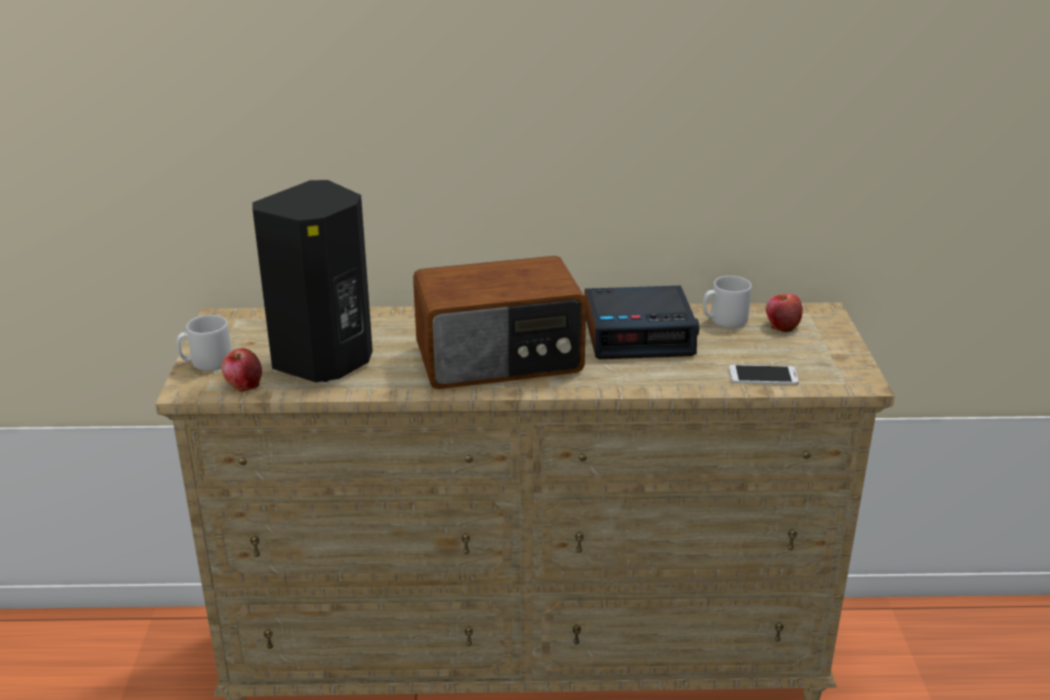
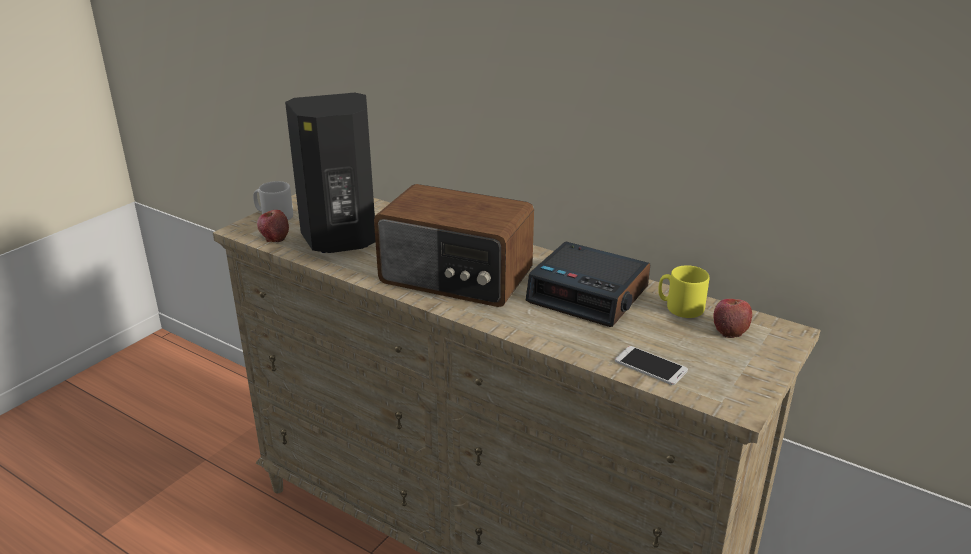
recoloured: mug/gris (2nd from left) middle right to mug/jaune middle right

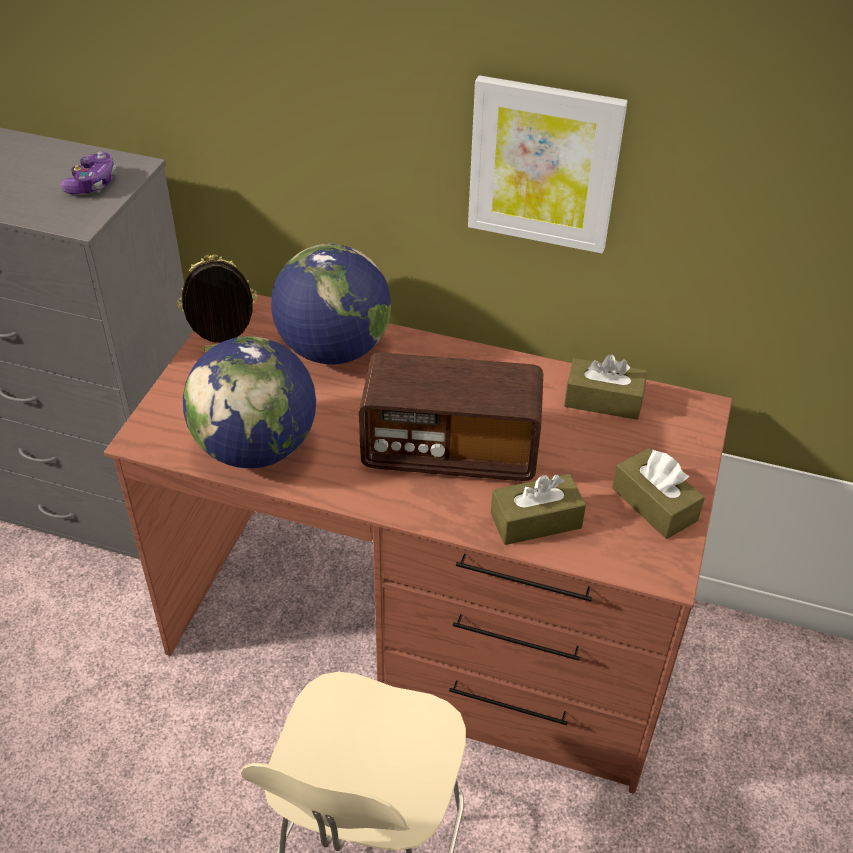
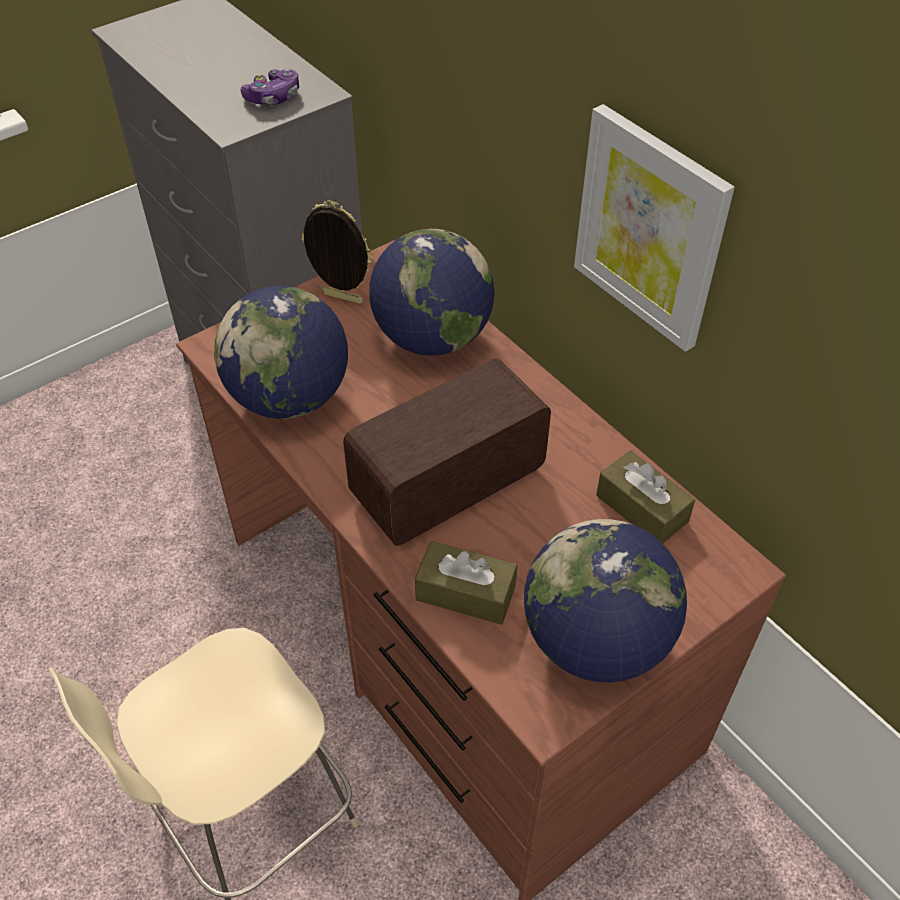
replaced: boîte à mouchoirs/marron (3rd from left) middle right to globe (3rd from left) bottom right
turned: radio centre = centre 105 degrees clockwise

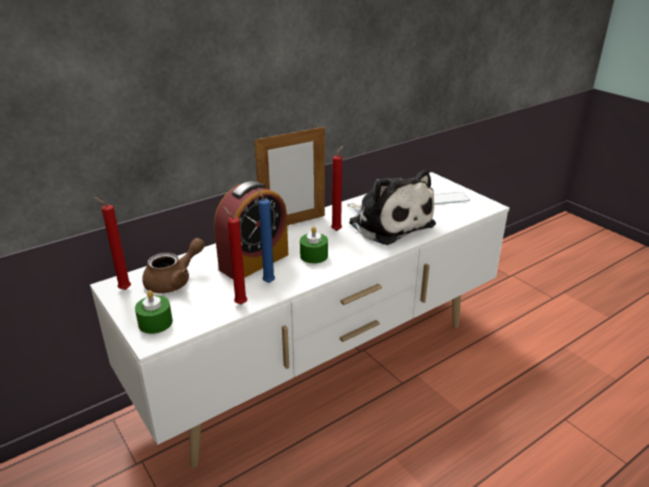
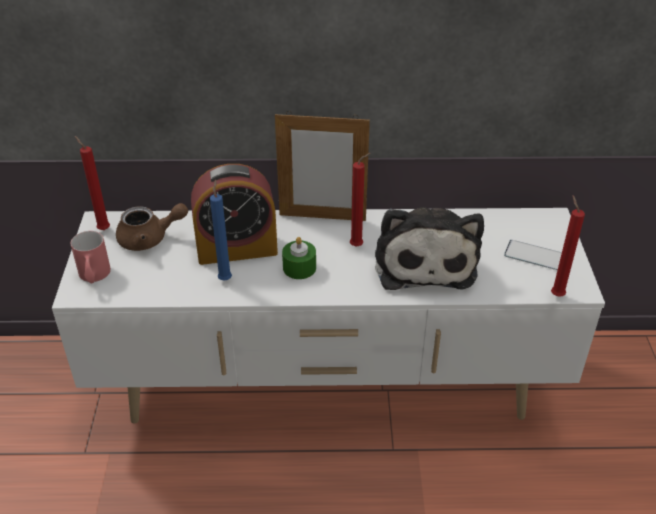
moved: bougie/rouge (2nd from left in the first image) centre to bougie/rouge (3rd from left) middle right
replaced: bougie/vert (1st from left) middle left to mug/rouge middle left

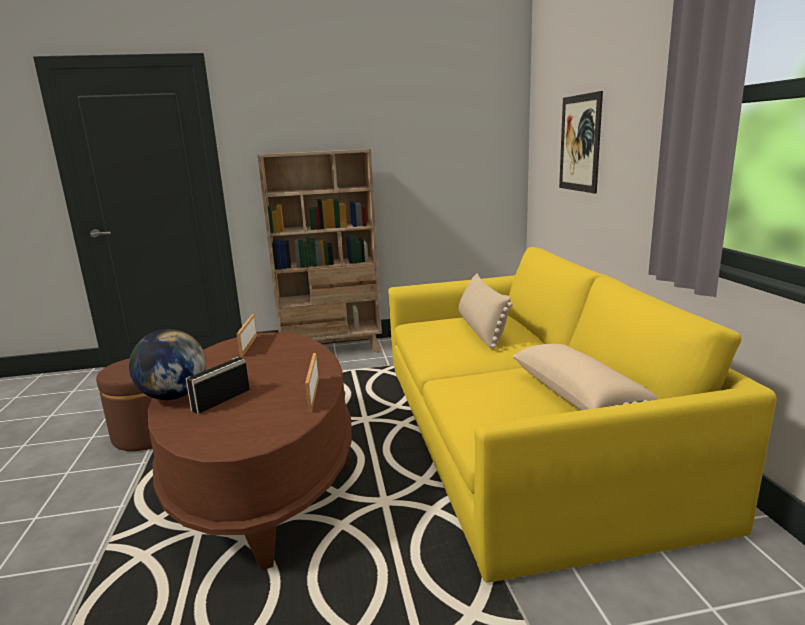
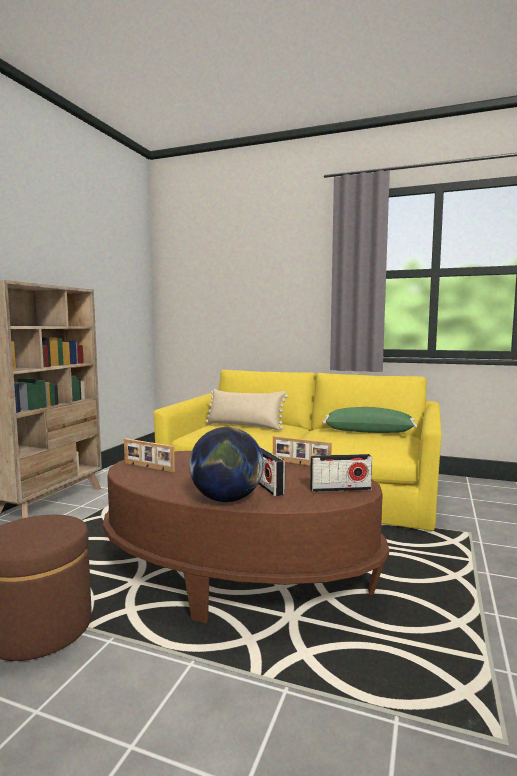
removed: tableau top right
added: radio (2nd from left) centre
recoloured: coussin/beige (2nd from left) middle right to coussin/vert middle right

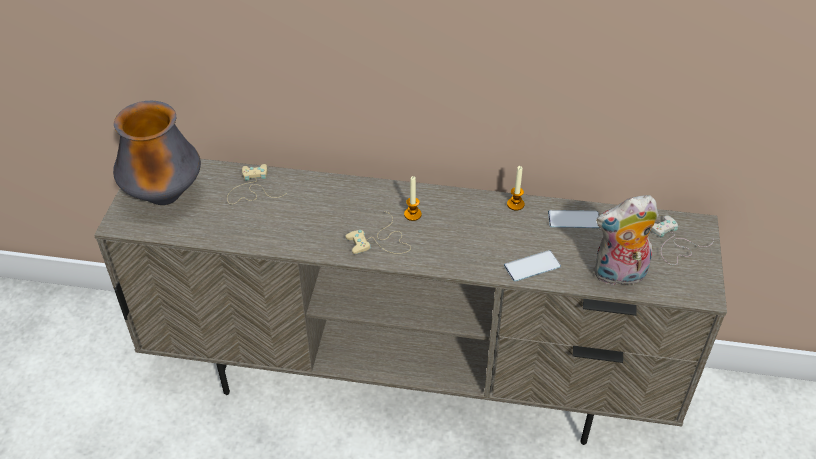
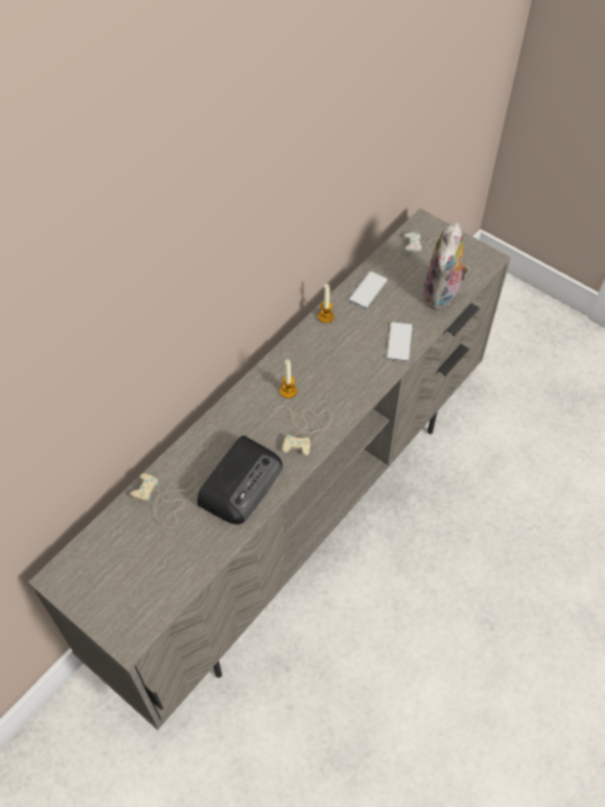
removed: vase middle left
added: radio centre

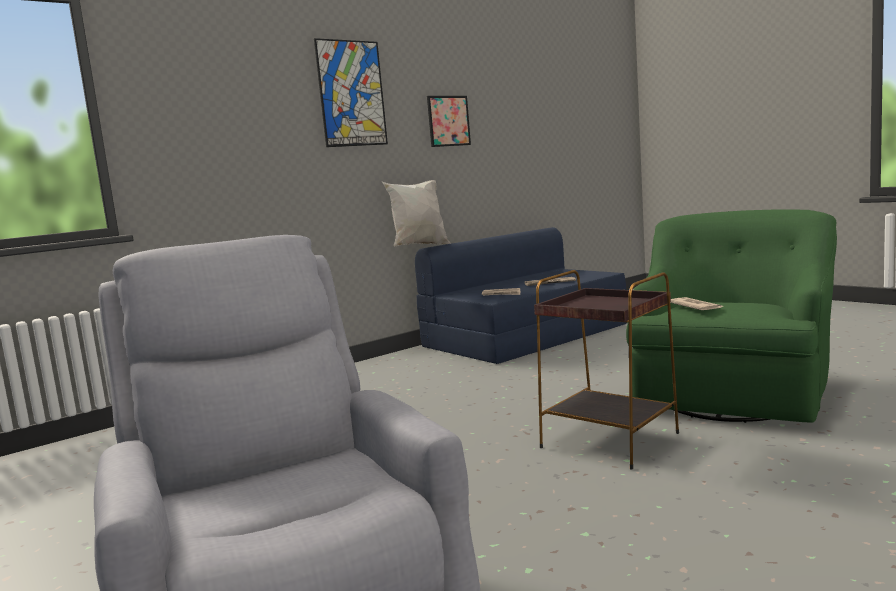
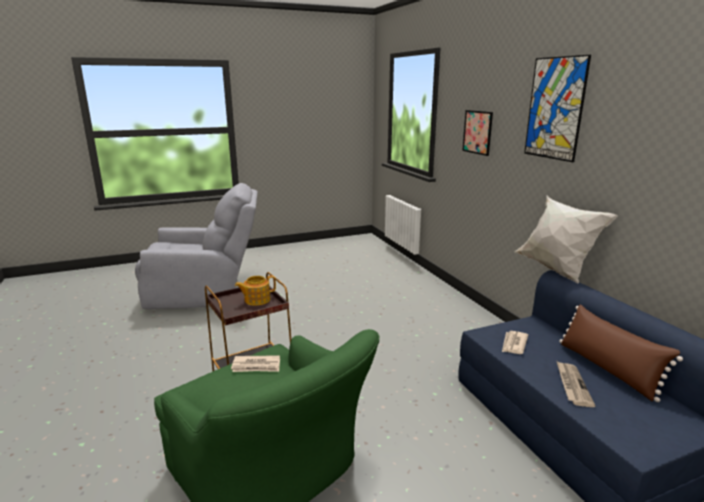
added: théière centre; coussin/marron bottom right
moved: tableau (2nd from left in the first image) top centre to tableau (1st from left) top right

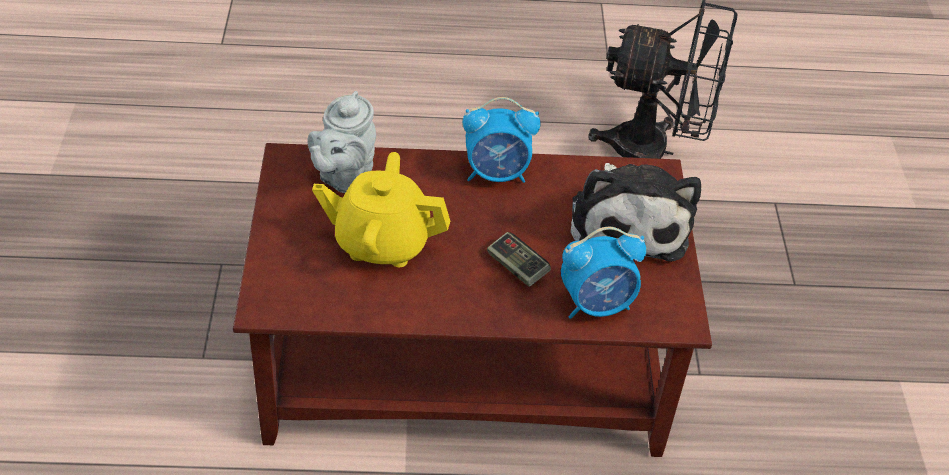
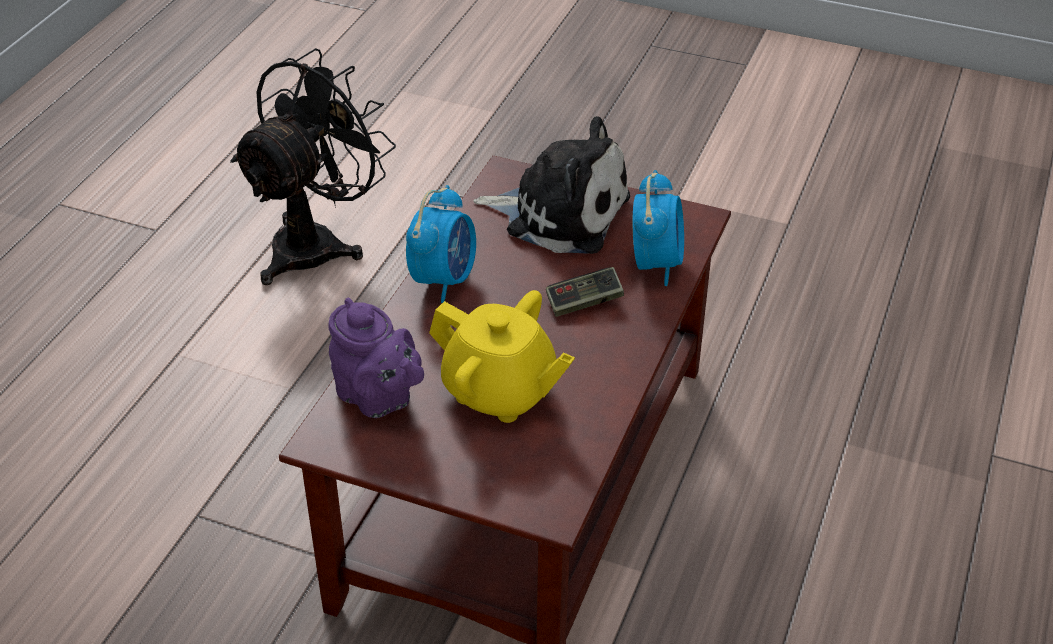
recoloured: théière/gris top centre to théière/violet centre
turned: théière/jaune centre = centre 90 degrees counterclockwise

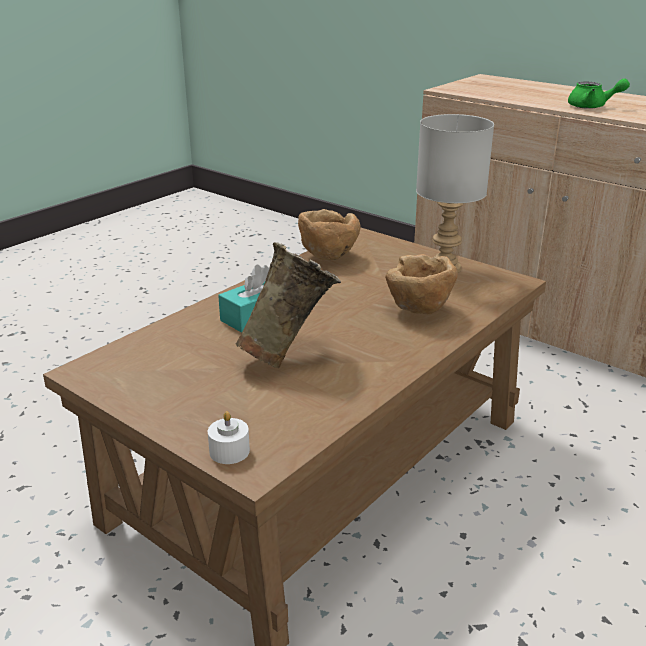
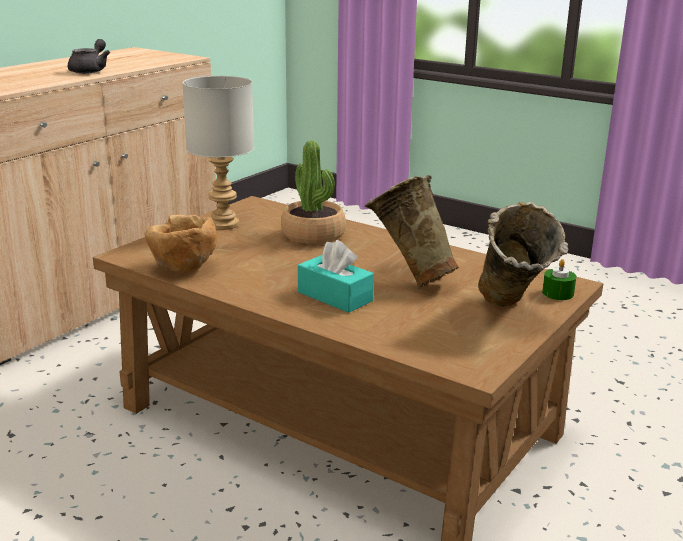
added: vase/beige (2nd from left) middle right
replaced: bol/marron (2nd from left) centre to plante en pot centre
recoloured: théière/vert top right to théière/gris top left; bougie/blanc bottom centre to bougie/vert middle right

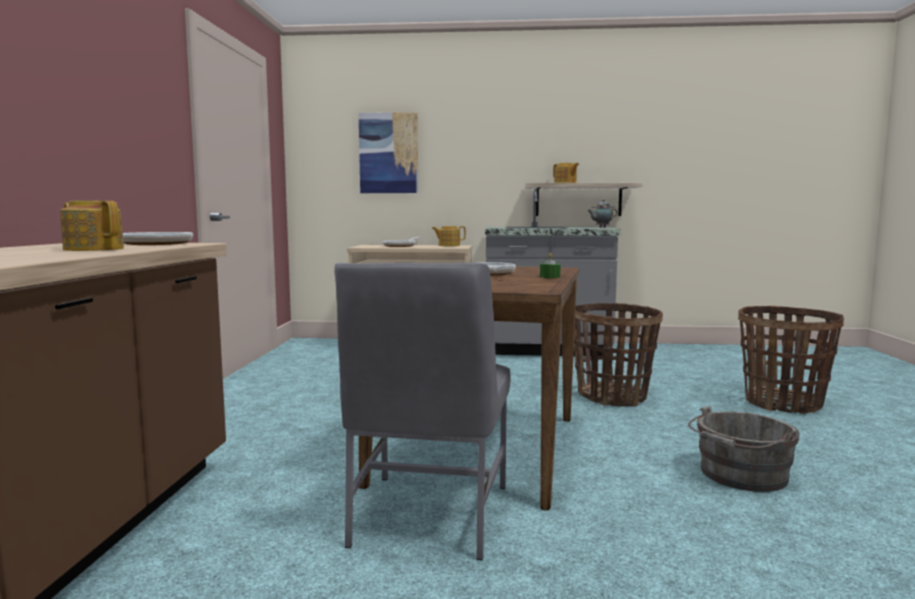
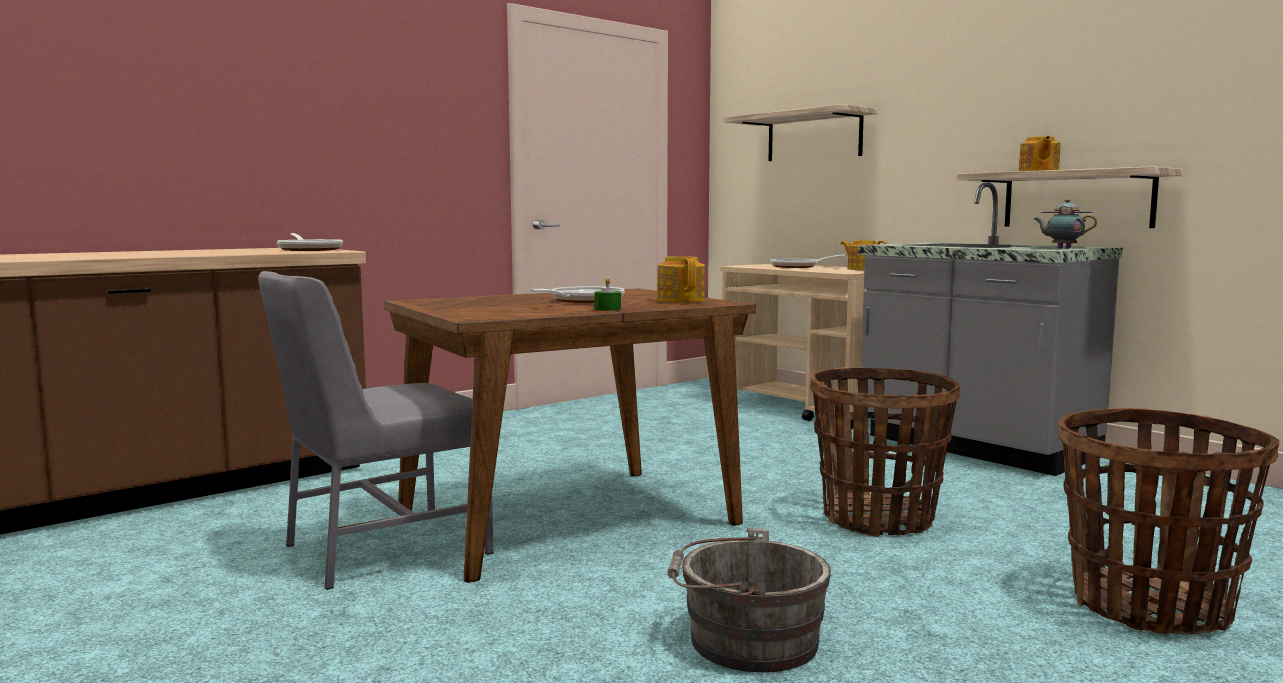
moved: théière (1st from left) middle left to centre
replaced: tableau top centre to étagère (1st from left) top centre

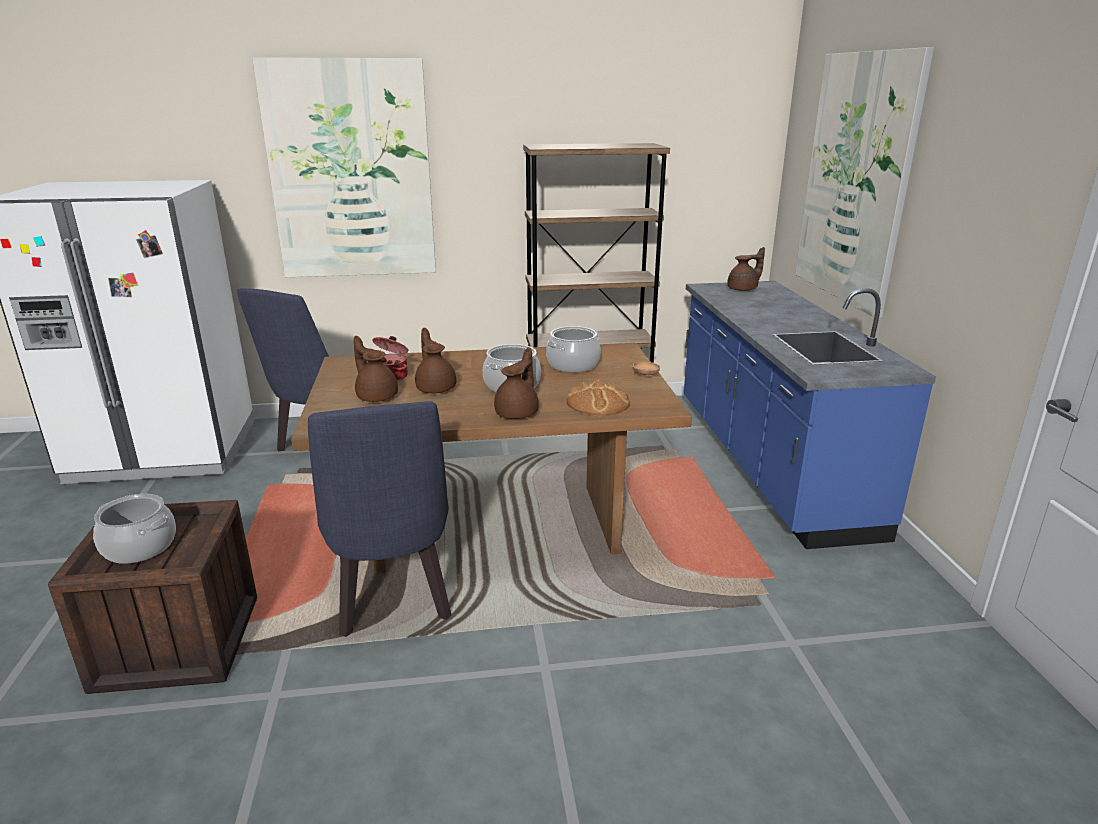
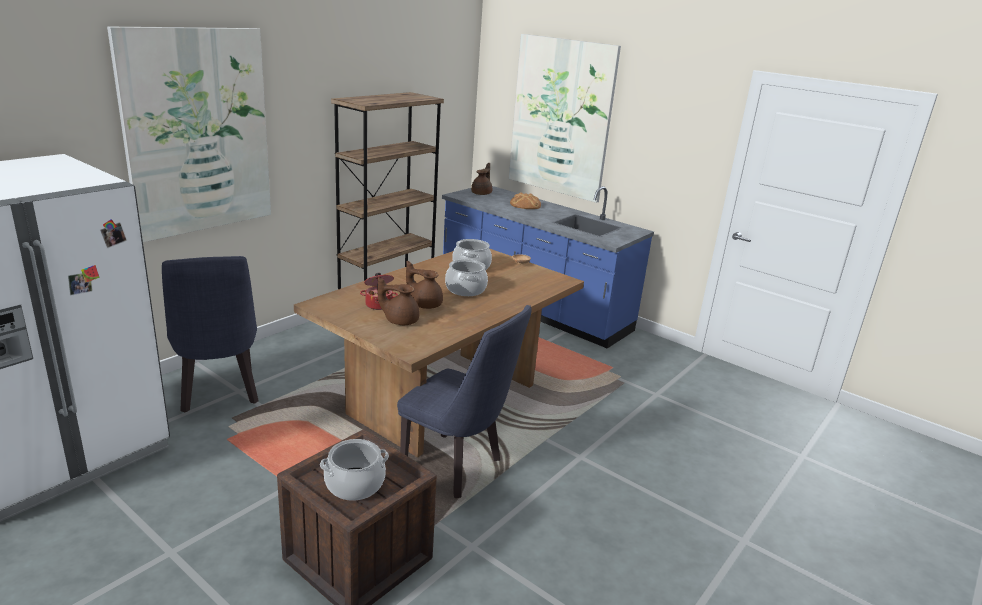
removed: théière/marron (3rd from left) centre
moved: pain centre to top centre

